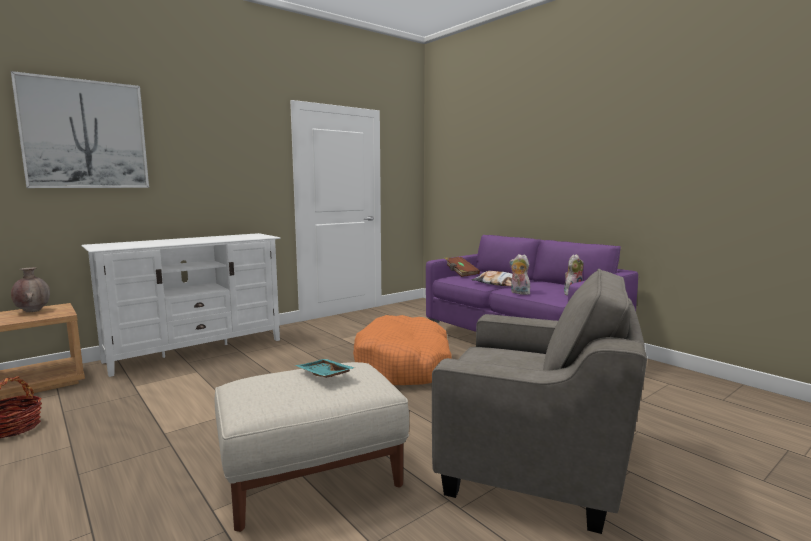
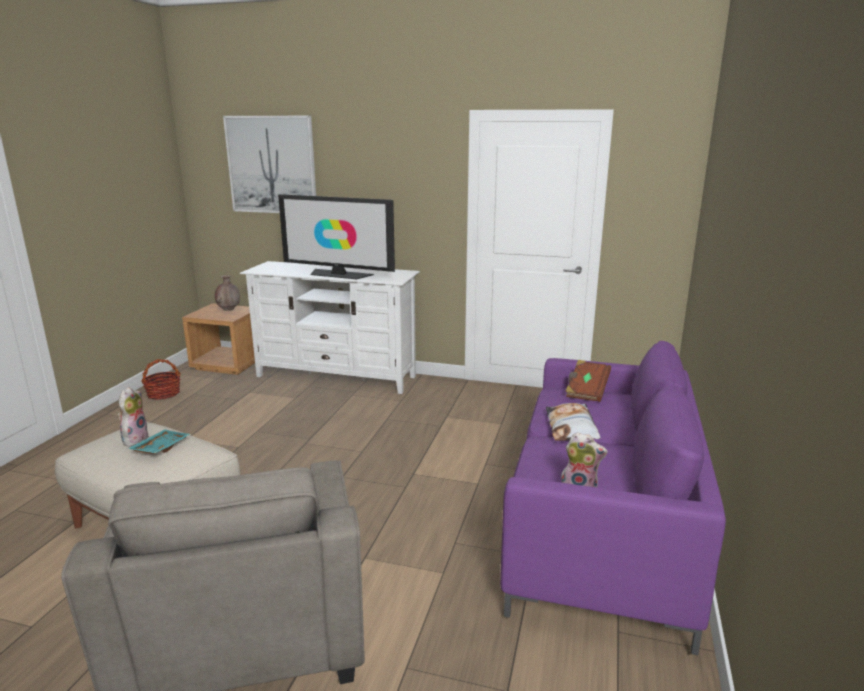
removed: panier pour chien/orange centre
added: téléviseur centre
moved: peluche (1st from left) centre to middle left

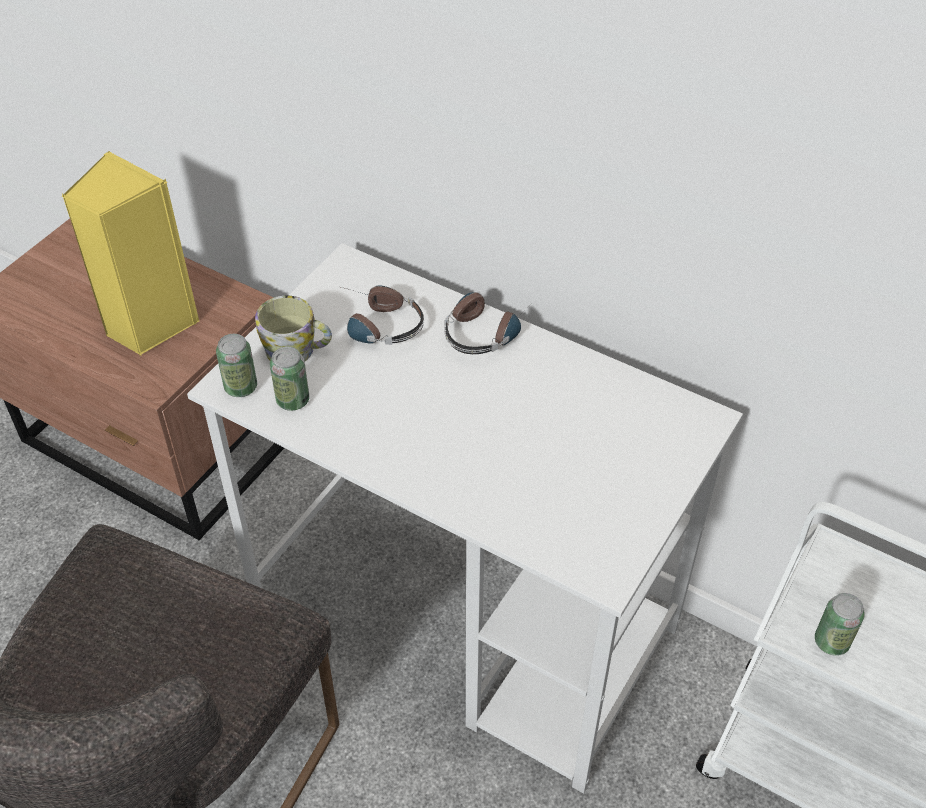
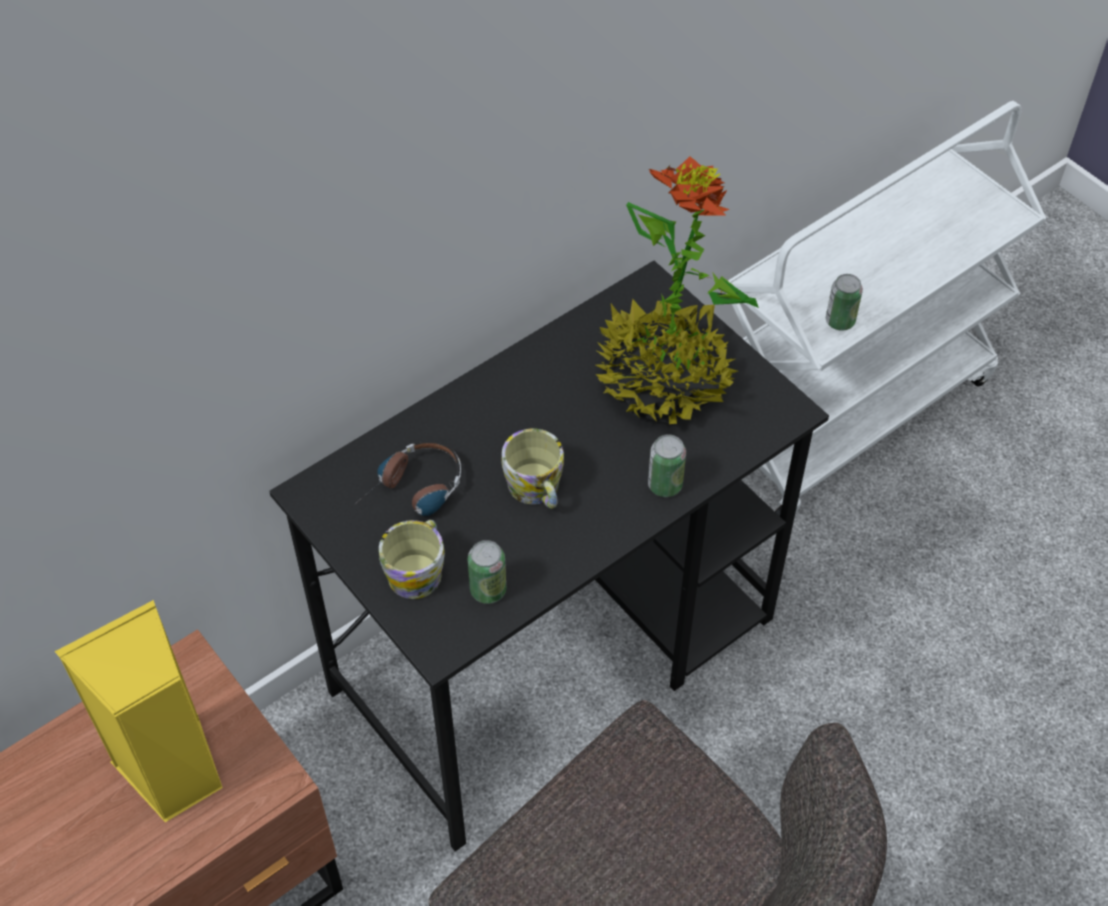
removed: casque audio (2nd from left) centre
added: mug (2nd from left) centre; plante en pot top centre
moved: boîte métallique (1st from left in the first image) middle left to boîte métallique (2nd from left) centre
recoloured: bureau/blanc centre to bureau/noir centre

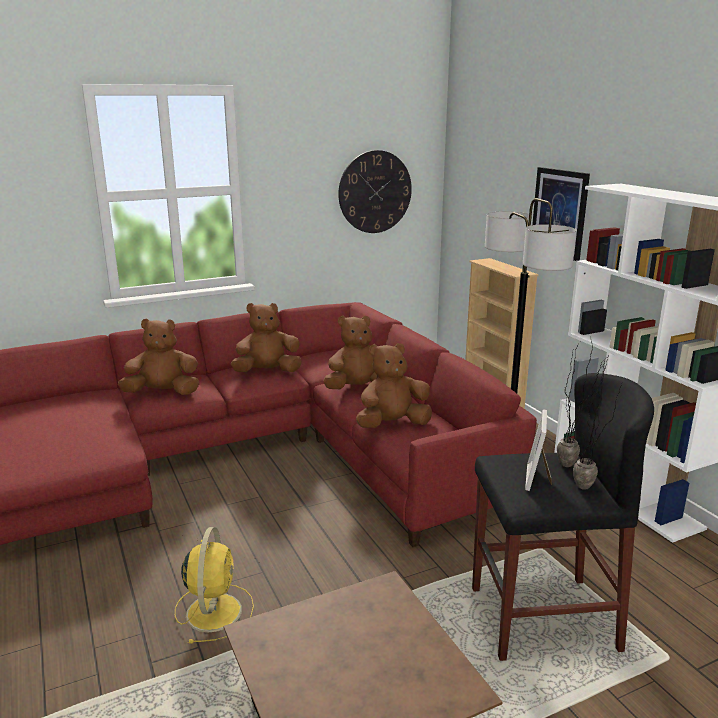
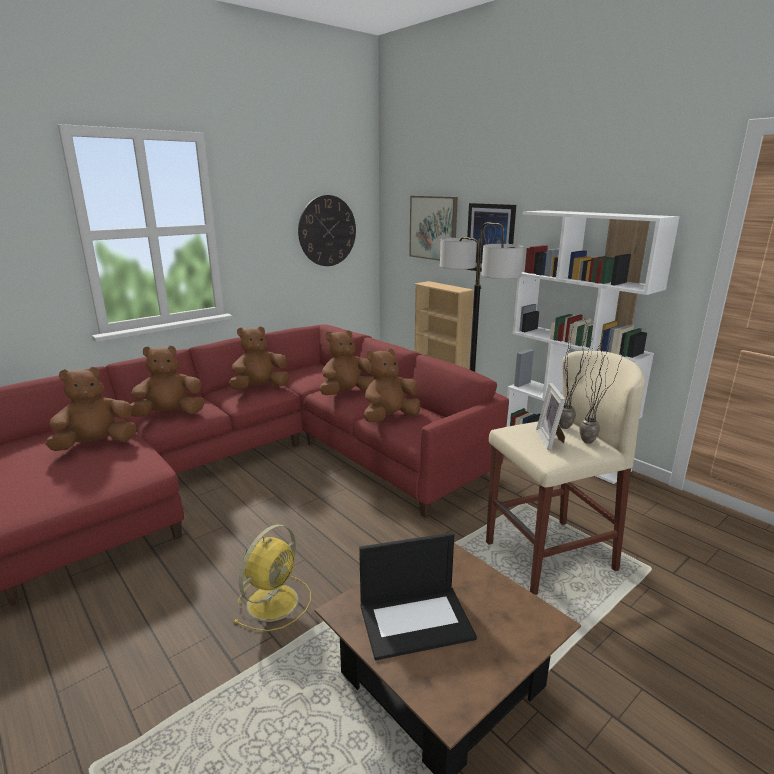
added: peluche/marron (1st from left) middle left; ordinateur portable bottom centre; tableau (1st from left) top centre
recoloured: tabouret/noir bottom right to tabouret/beige middle right
turned: ventilateur/jaune bottom left = bottom centre 45 degrees clockwise

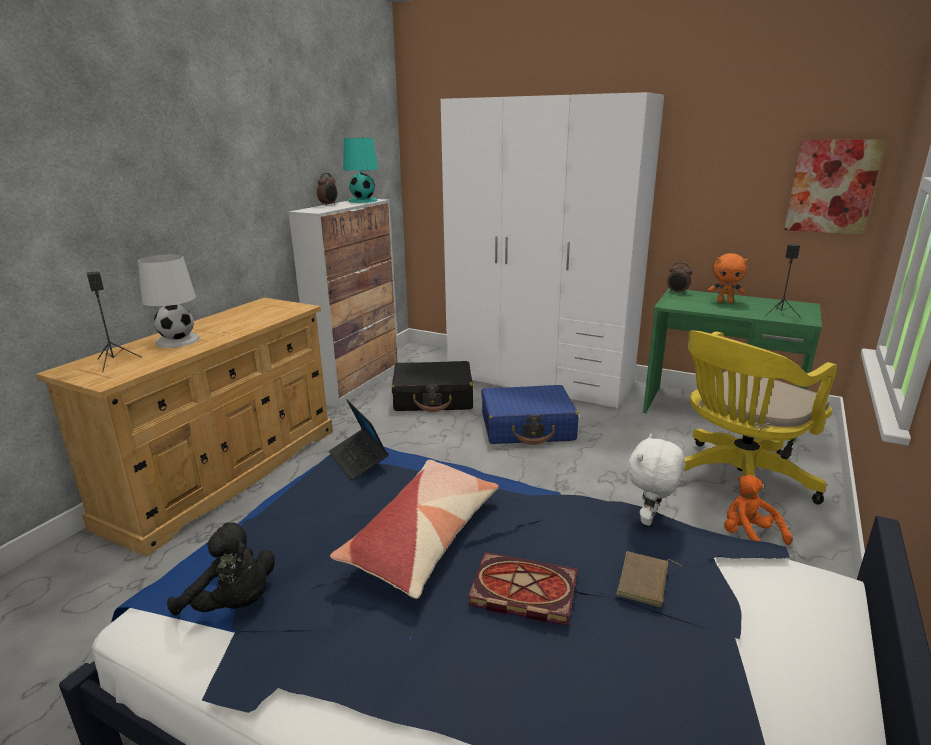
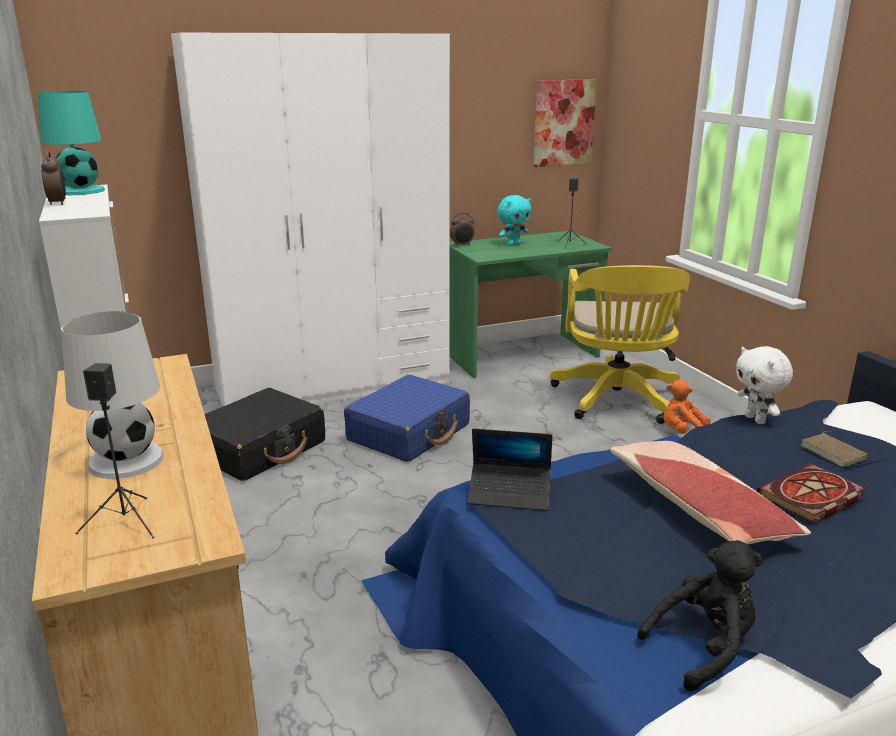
recoloured: peluche/orange (1st from left) middle right to peluche/turquoise top centre

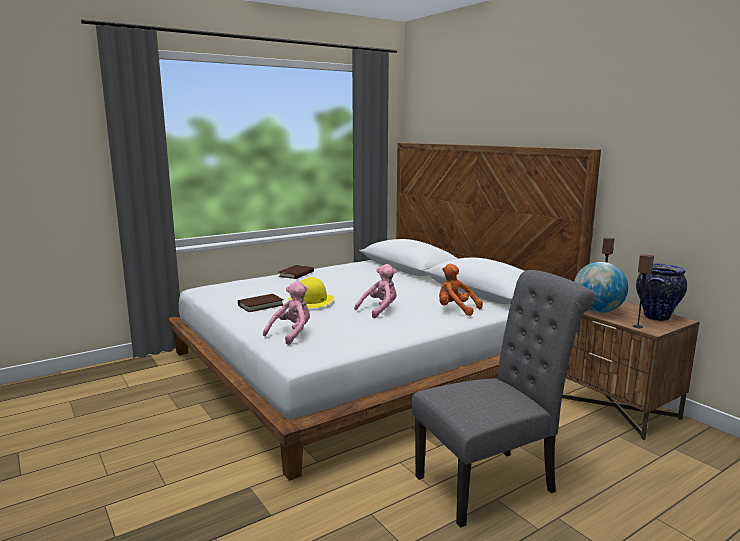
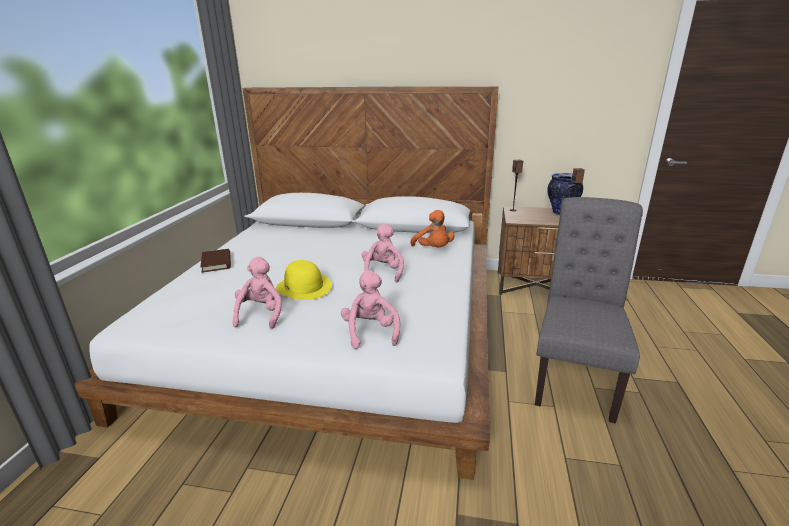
removed: globe middle right
replaced: livre/marron (1st from left) centre to peluche/rose (1st from left) middle left
turned: peluche/orange centre = centre 105 degrees counterclockwise

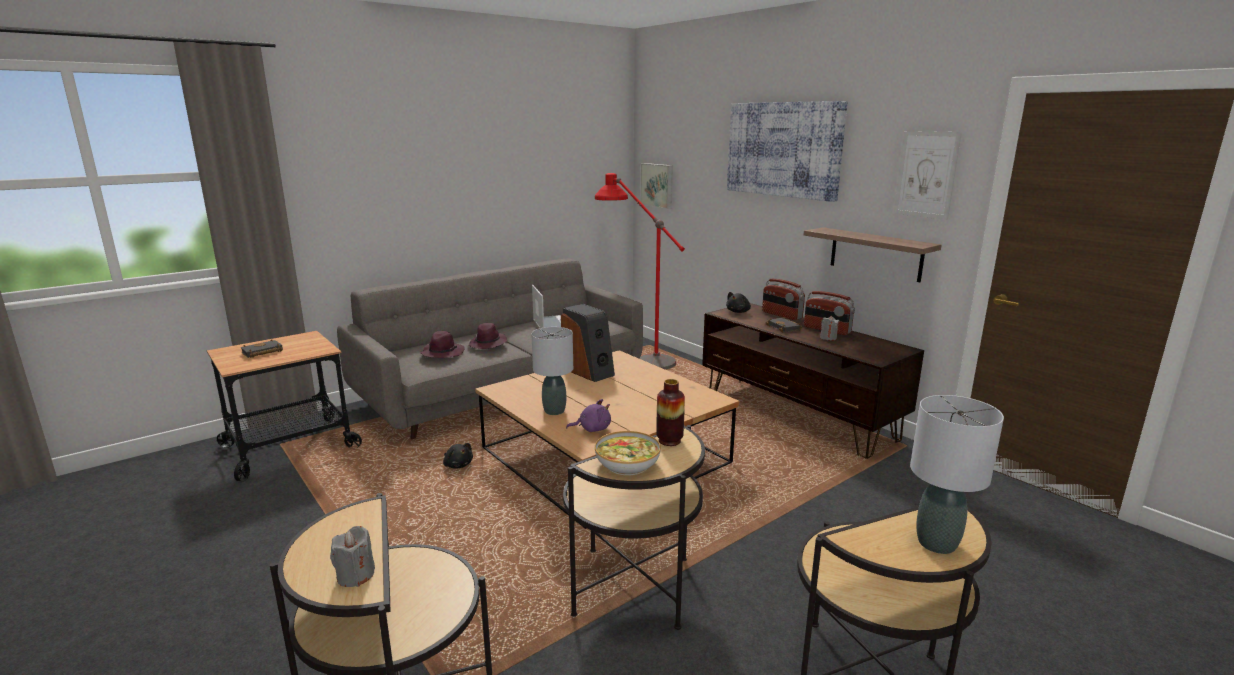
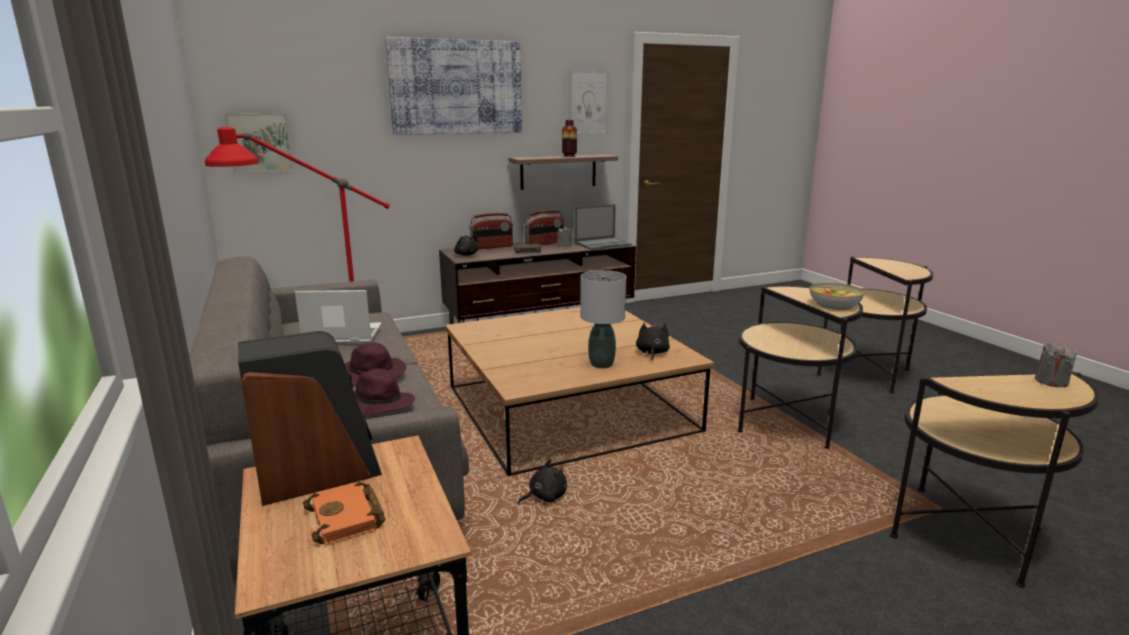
removed: lampe de table/gris (2nd from left) bottom right
added: ordinateur portable (2nd from left) centre
moved: enceinte centre to middle left; vase centre to top centre
recoloured: livre/noir (1st from left) middle left to livre/orange bottom left; peluche/violet centre to peluche/noir (3rd from left) centre

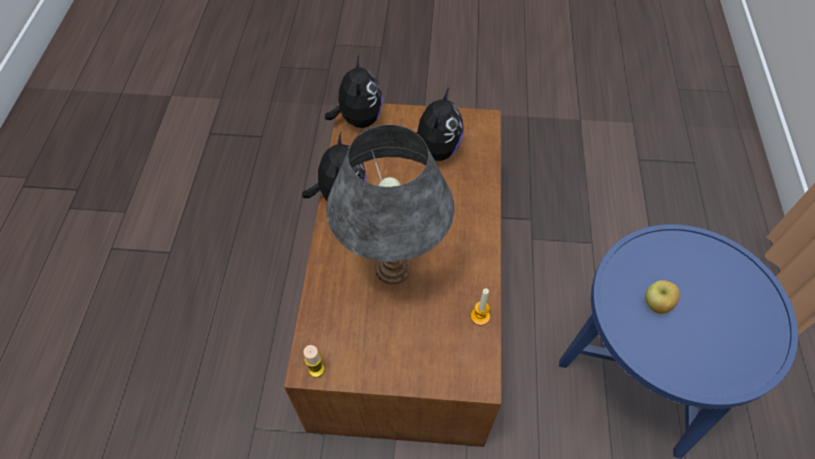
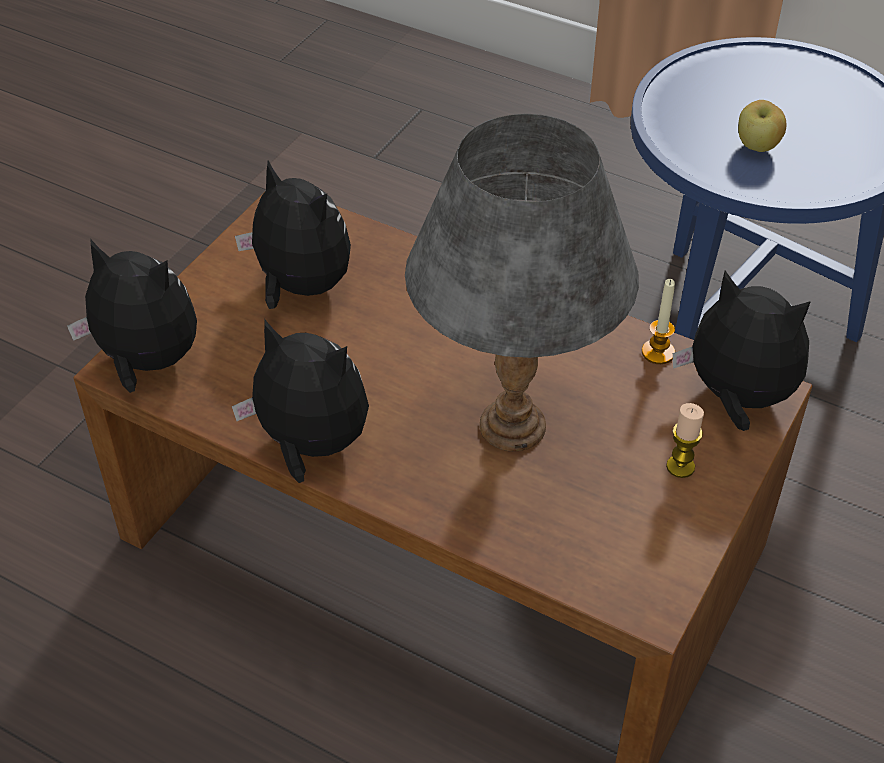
added: peluche (4th from left) middle right
moved: bougie (1st from left in the first image) bottom centre to bougie (2nd from left) middle right

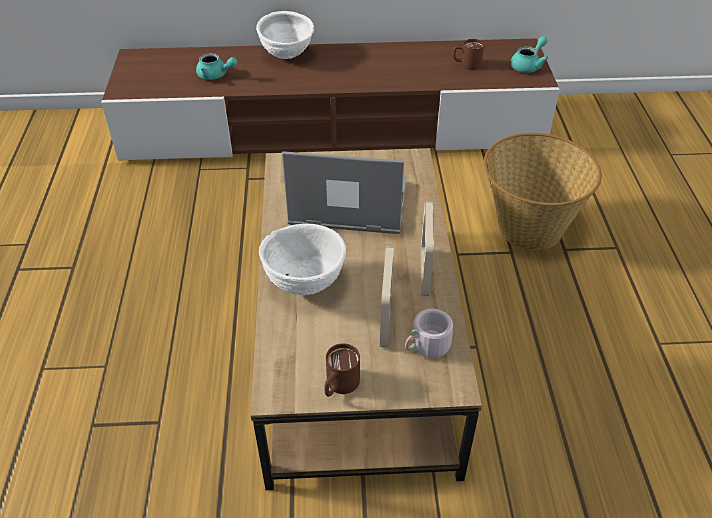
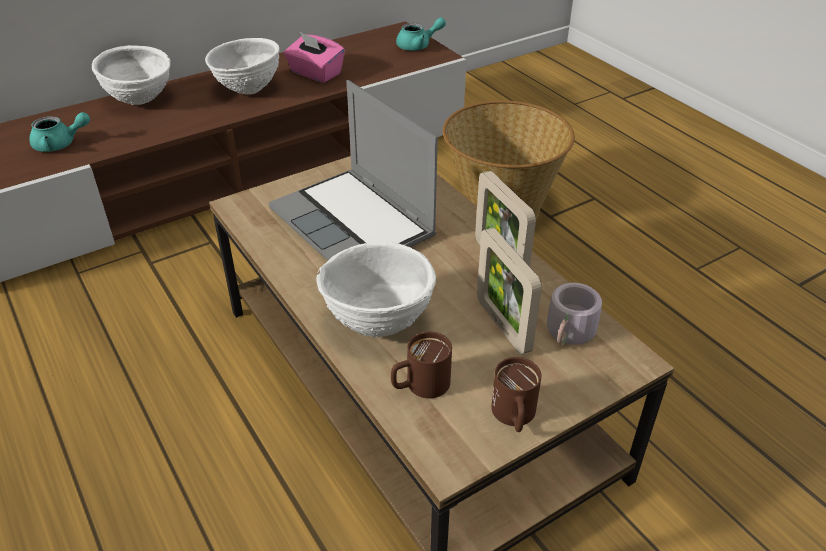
added: bol/blanc (2nd from left) top left; boîte à mouchoirs/rose top centre
moved: mug/marron (2nd from left in the first image) top centre to mug/marron (1st from left) centre
turned: ordinateur portable centre = top centre 105 degrees counterclockwise; théière/turquoise (2nd from left) top right = top centre 60 degrees clockwise

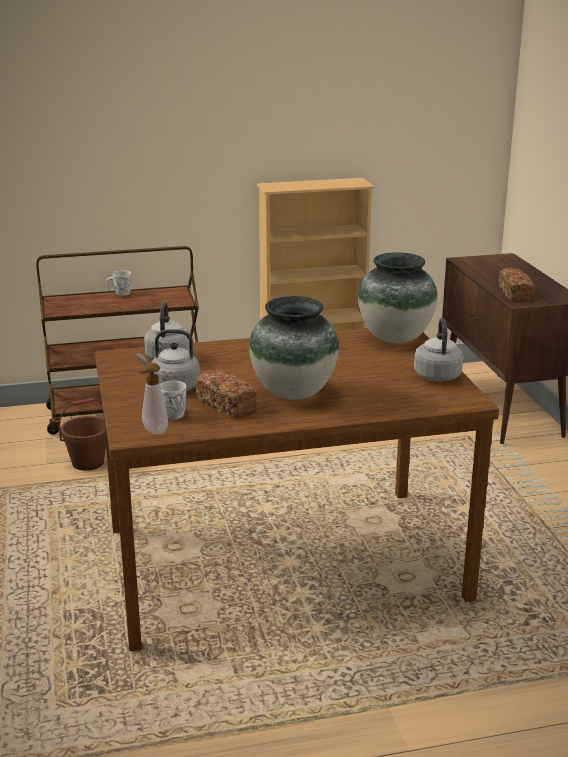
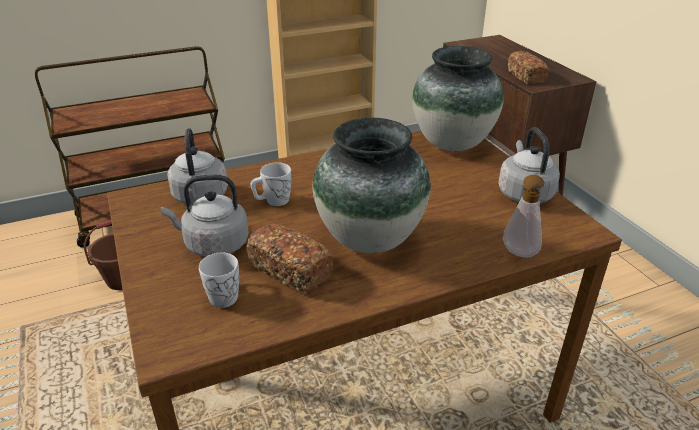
moved: mug/blanc (1st from left in the first image) middle left to mug/blanc (2nd from left) centre; distributeur de savon middle left to middle right

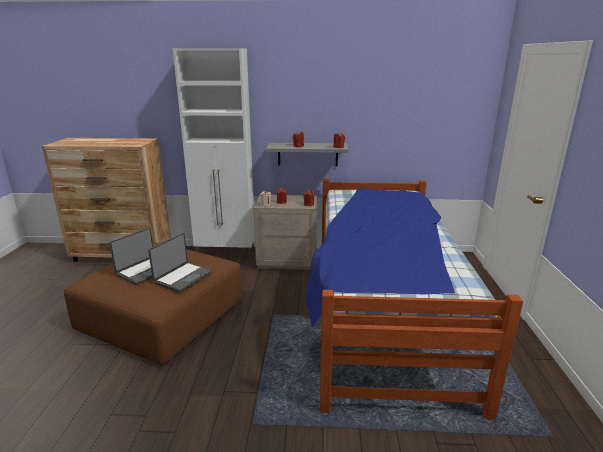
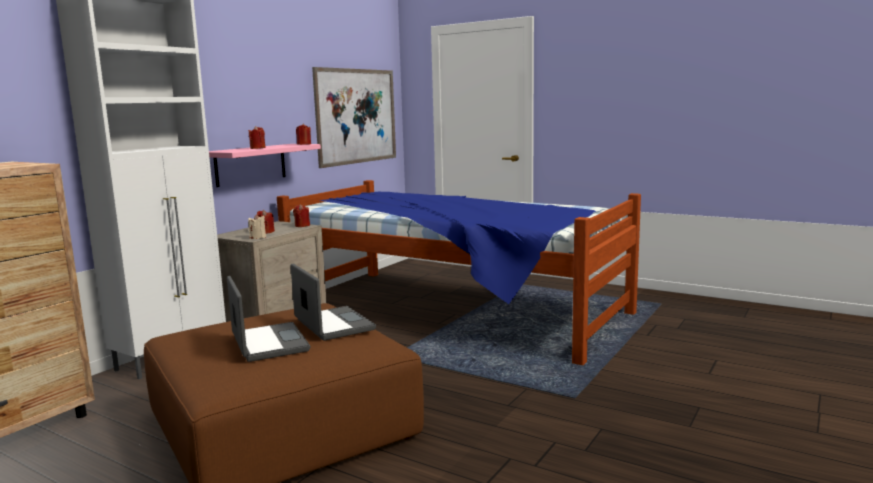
added: tableau top centre
recoloured: étagère/gris centre to étagère/rose middle left

